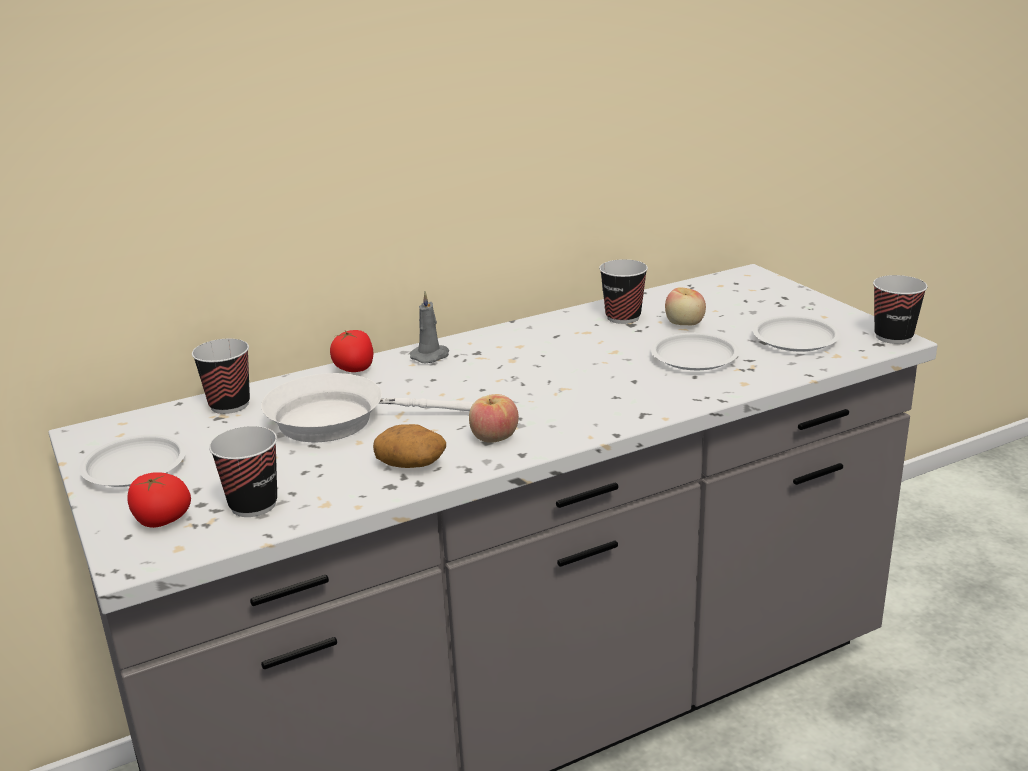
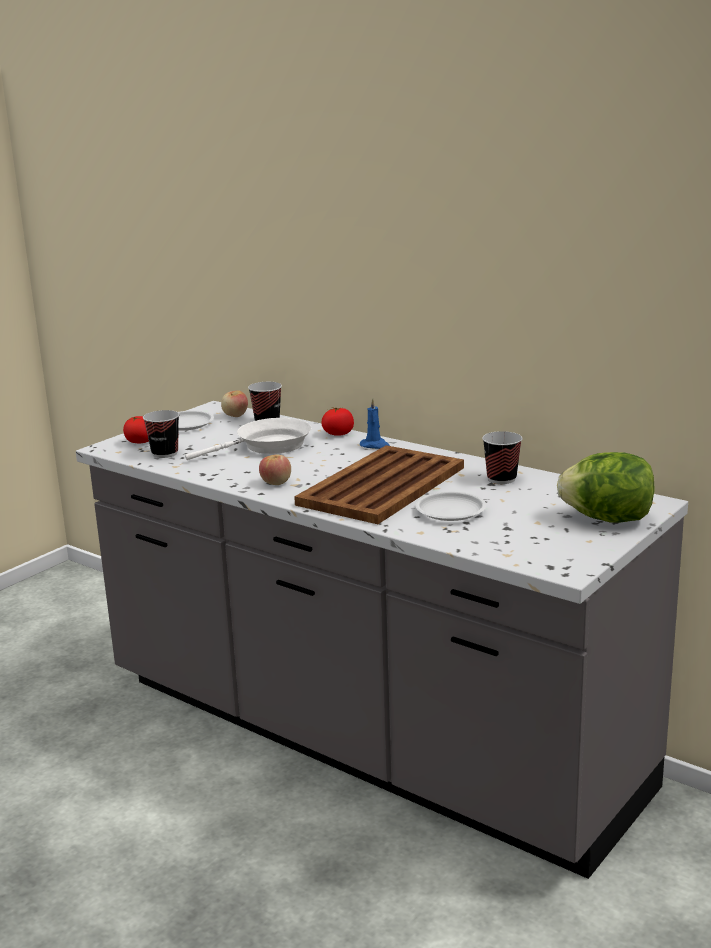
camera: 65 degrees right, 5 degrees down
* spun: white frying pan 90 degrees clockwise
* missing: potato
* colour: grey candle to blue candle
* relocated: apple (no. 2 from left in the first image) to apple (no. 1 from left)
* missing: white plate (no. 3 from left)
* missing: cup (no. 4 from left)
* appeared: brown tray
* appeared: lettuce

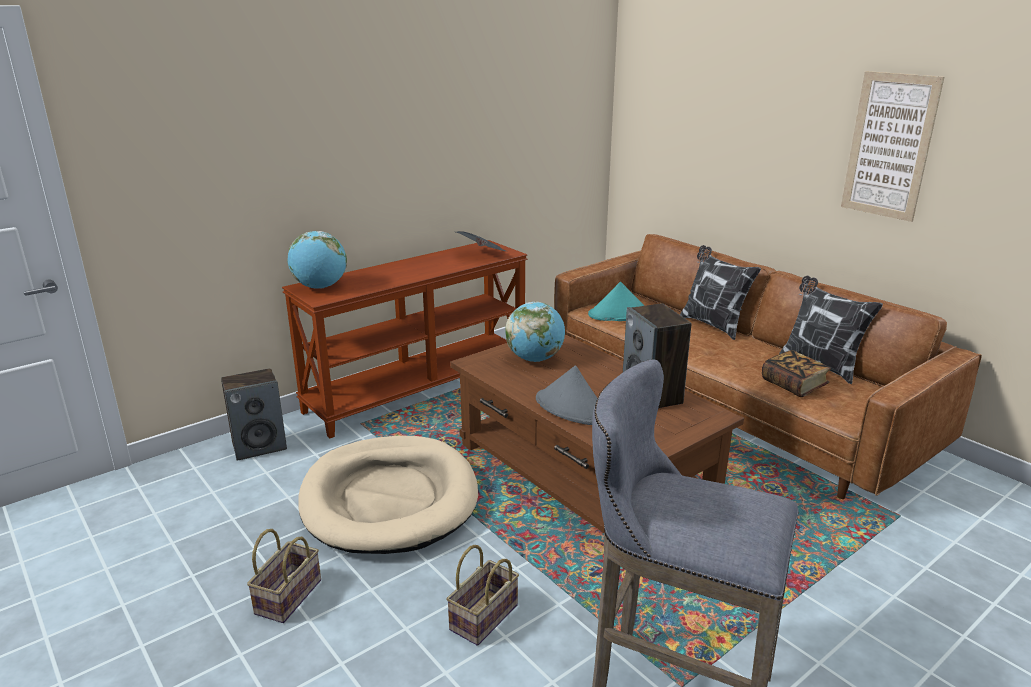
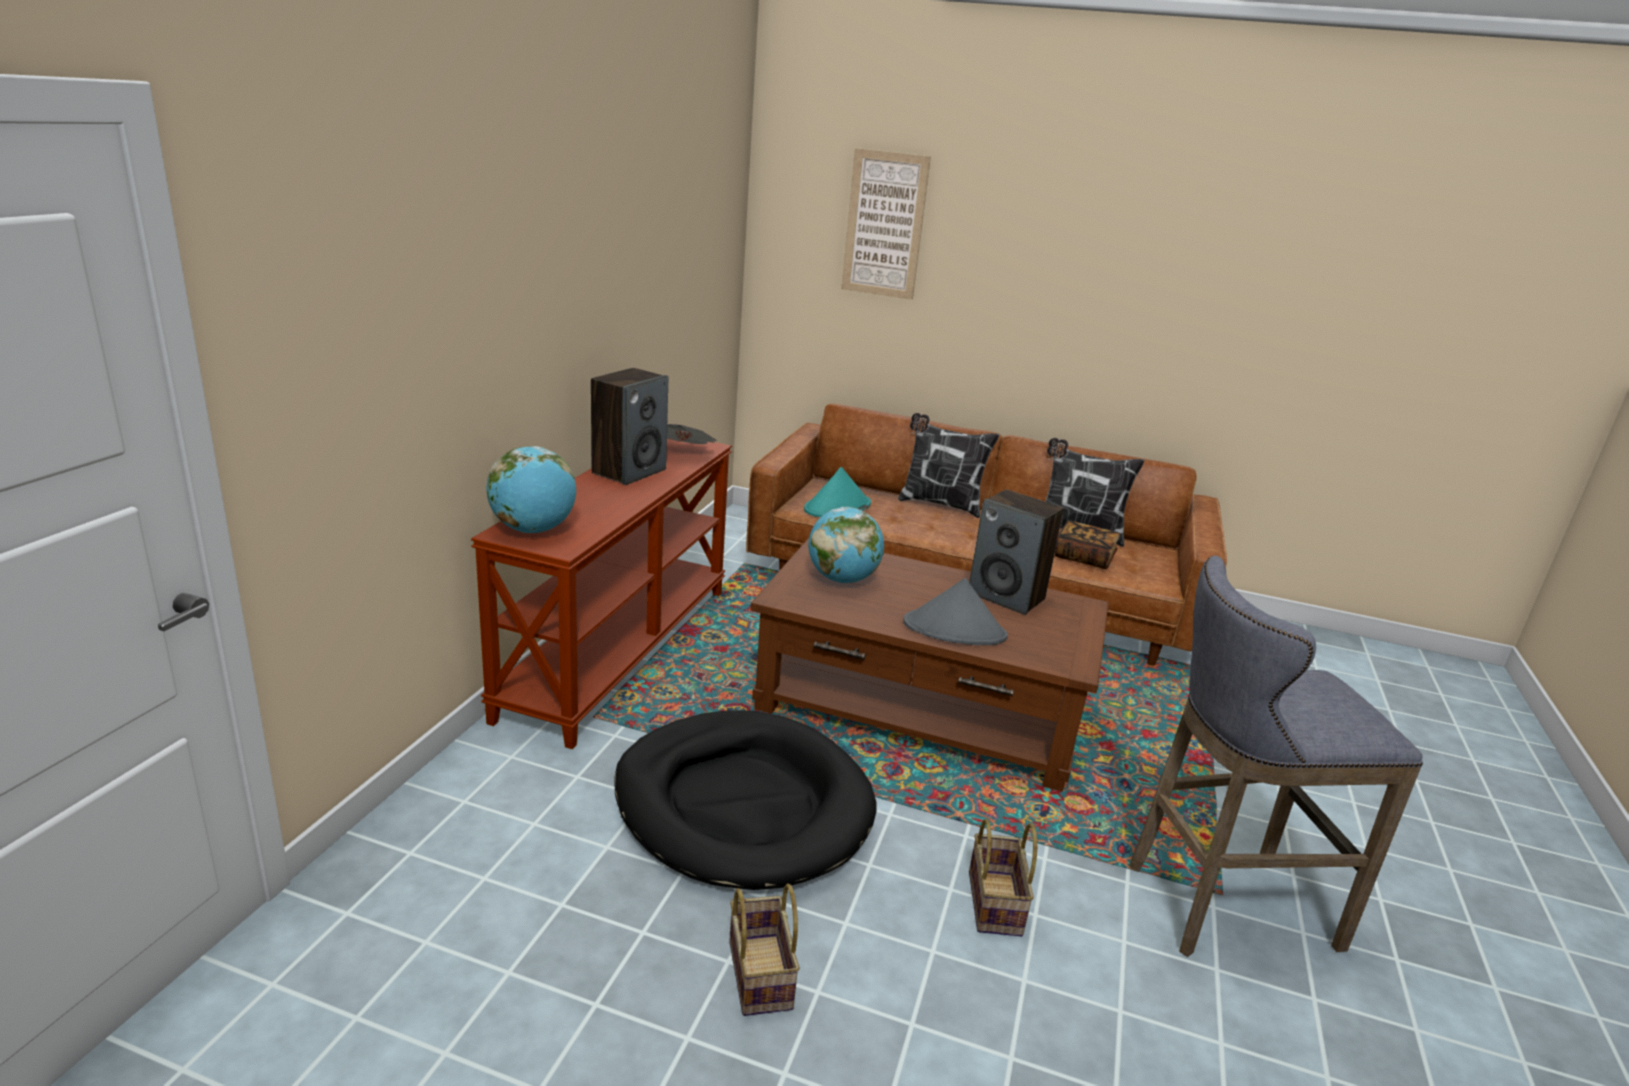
camera: 35 degrees left, 0 degrees up
* relocated: speaker (no. 1 from left)
* colour: beige dog bed to black dog bed
* relocated: picture

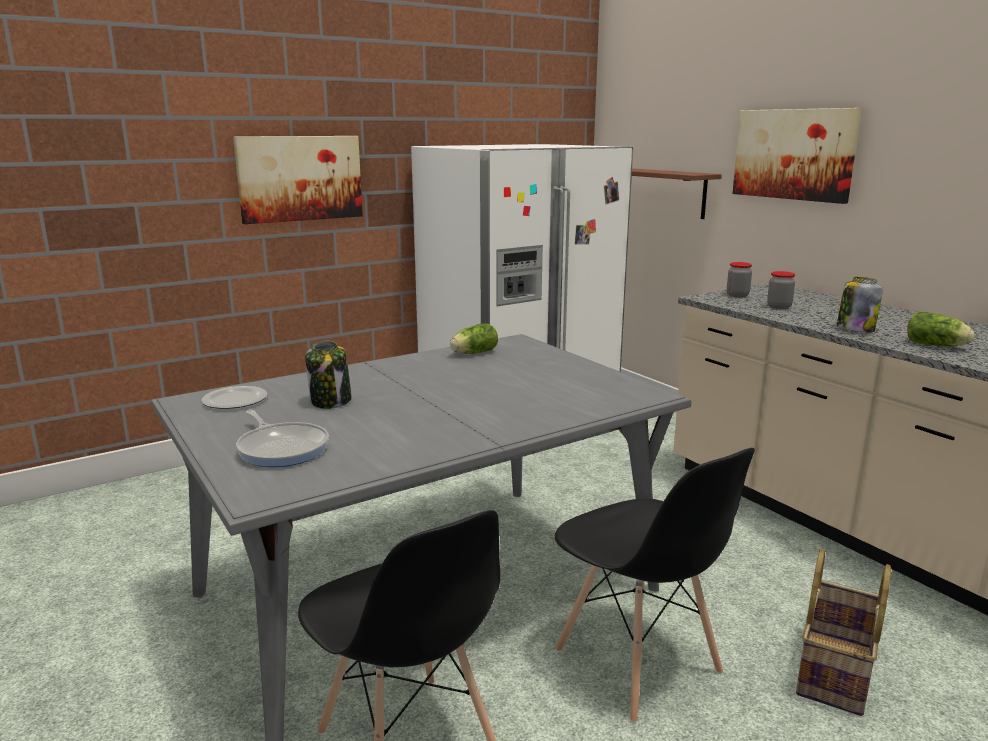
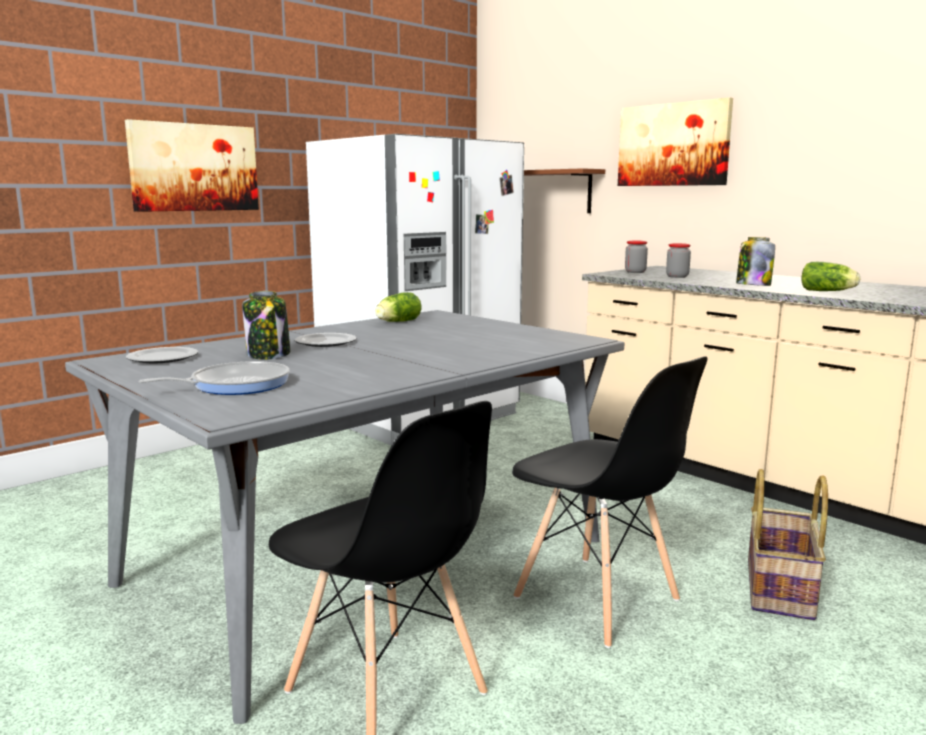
camera: 10 degrees left, 5 degrees down
* spun: frying pan 75 degrees counterclockwise
* appeared: plate (no. 2 from left)

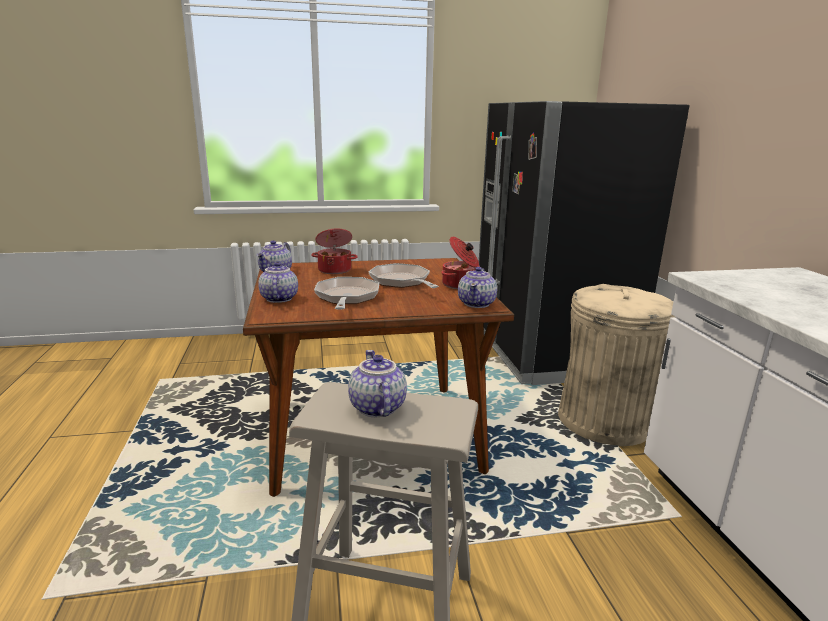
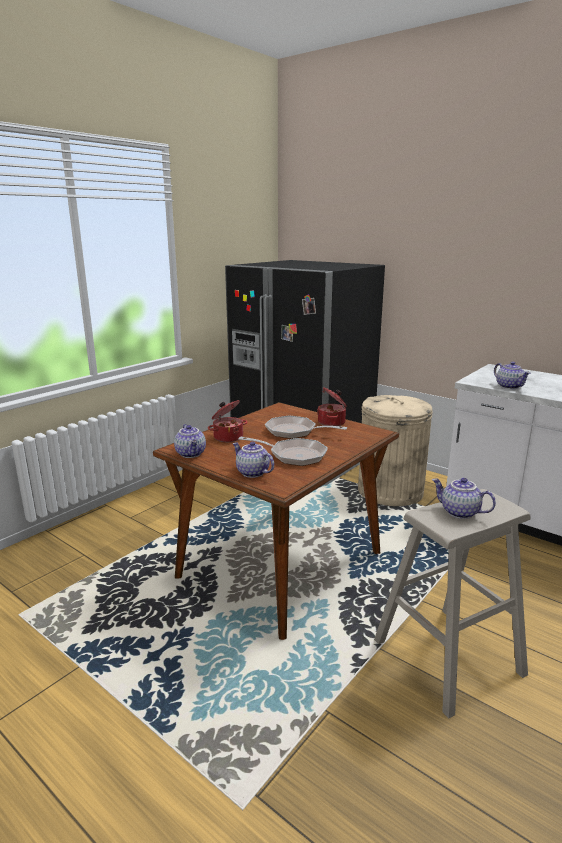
camera: 40 degrees left, 0 degrees up
* spun: frying pan (no. 1 from left) 150 degrees clockwise
* relocated: teapot (no. 4 from left)

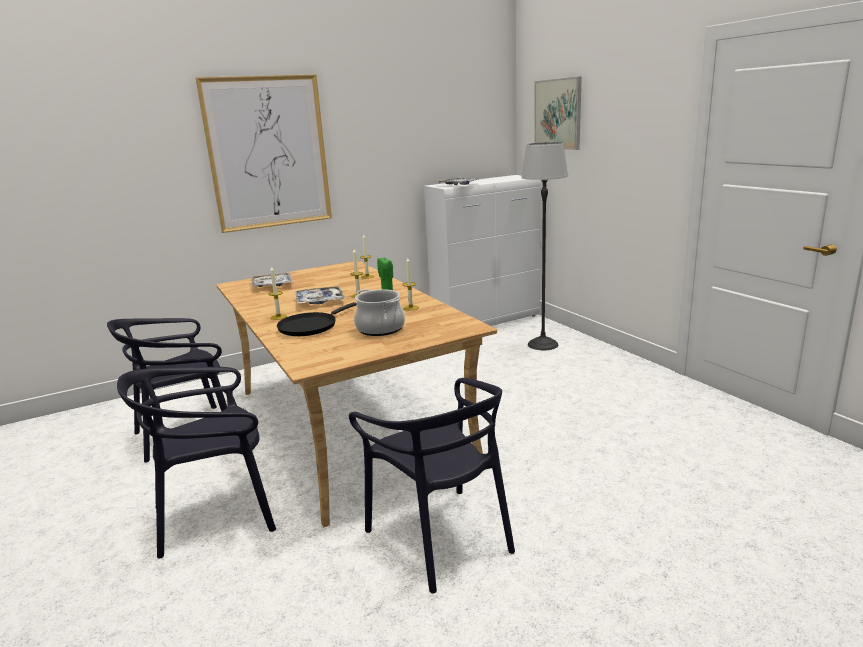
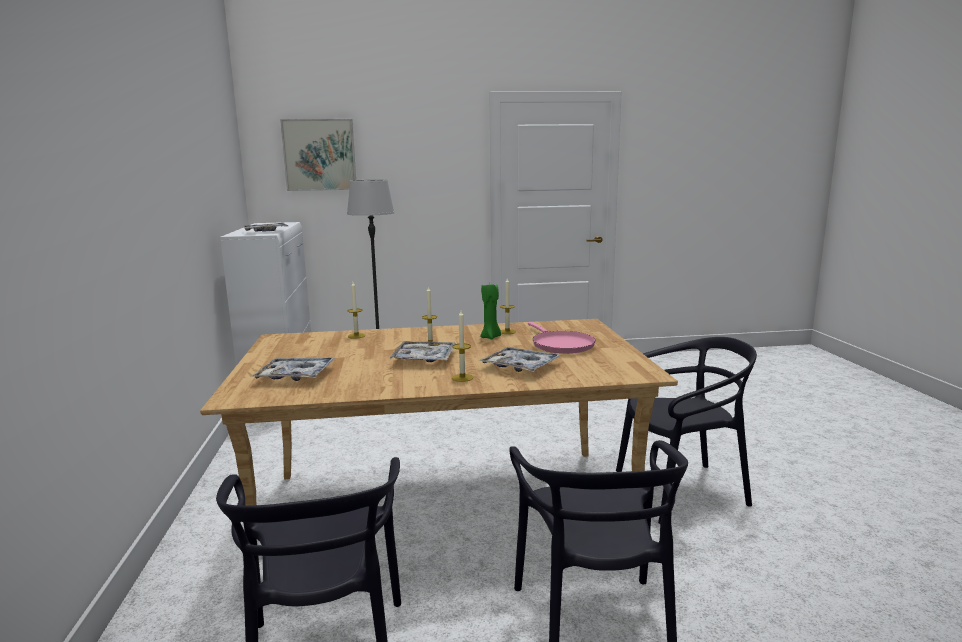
camera: 70 degrees left, 5 degrees down
* missing: picture (no. 1 from left)
* exchanged: black frying pan to tray (no. 4 from left)
* exchanged: cooking pot to pink frying pan

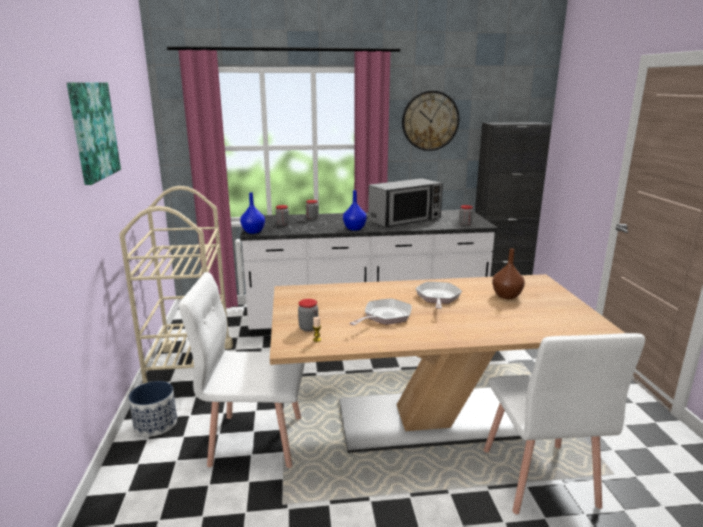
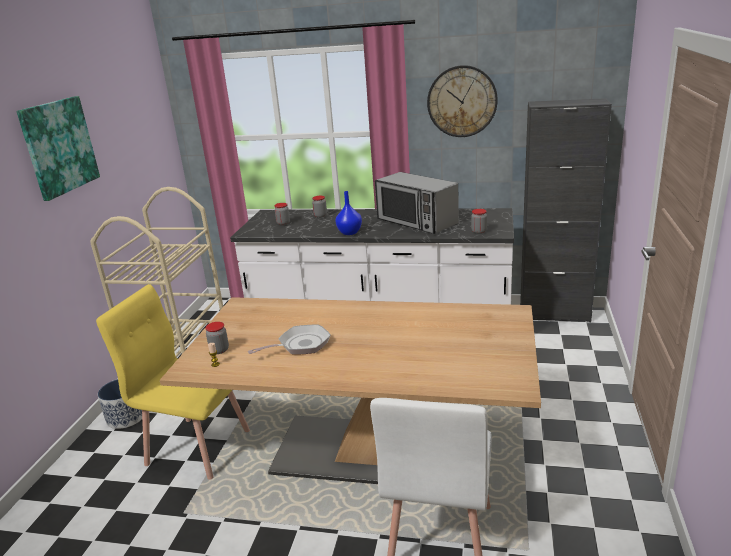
camera: 20 degrees right, 5 degrees up
* colour: white chair (no. 1 from left) to yellow chair
* missing: blue vase (no. 1 from left)
* spun: microwave 60 degrees clockwise
* missing: frying pan (no. 2 from left)
* missing: brown vase

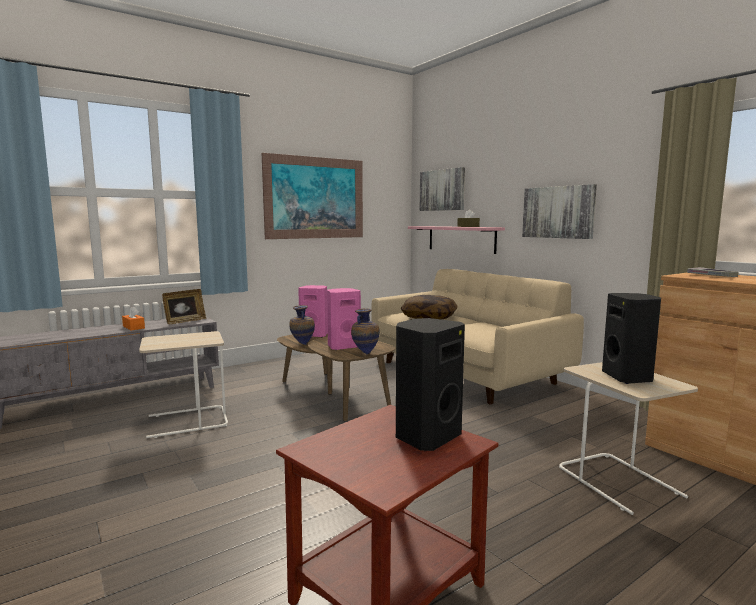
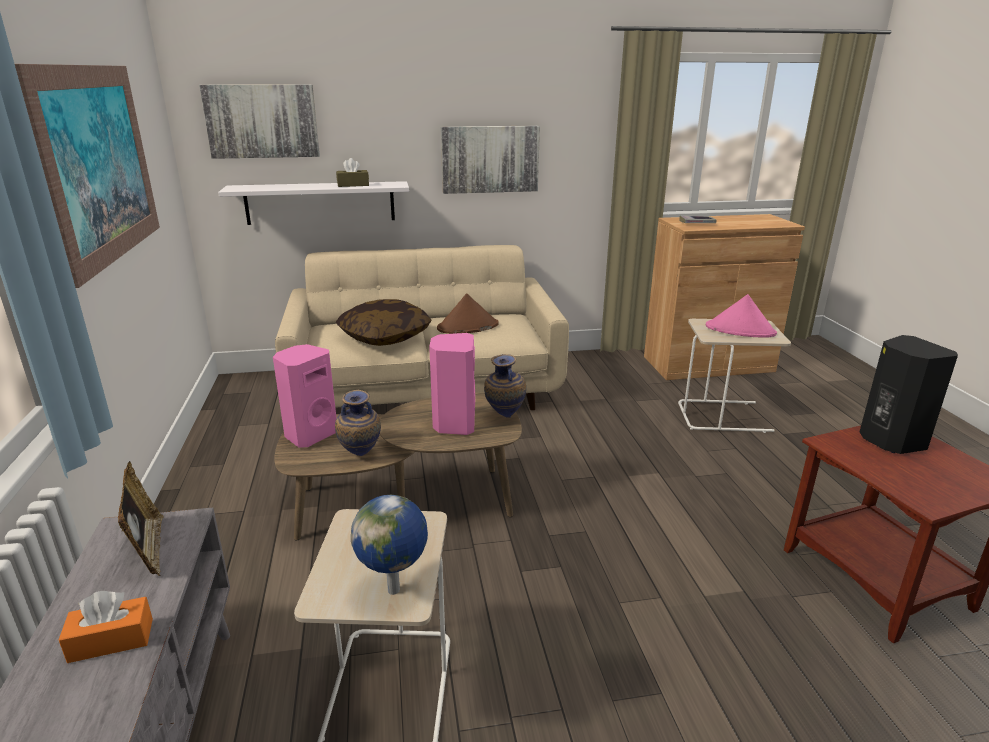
camera: 65 degrees left, 15 degrees up
* colour: pink shelf to white shelf
* exchanged: black speaker (no. 2 from left) to pink hat
* appeared: globe
* appeared: brown hat

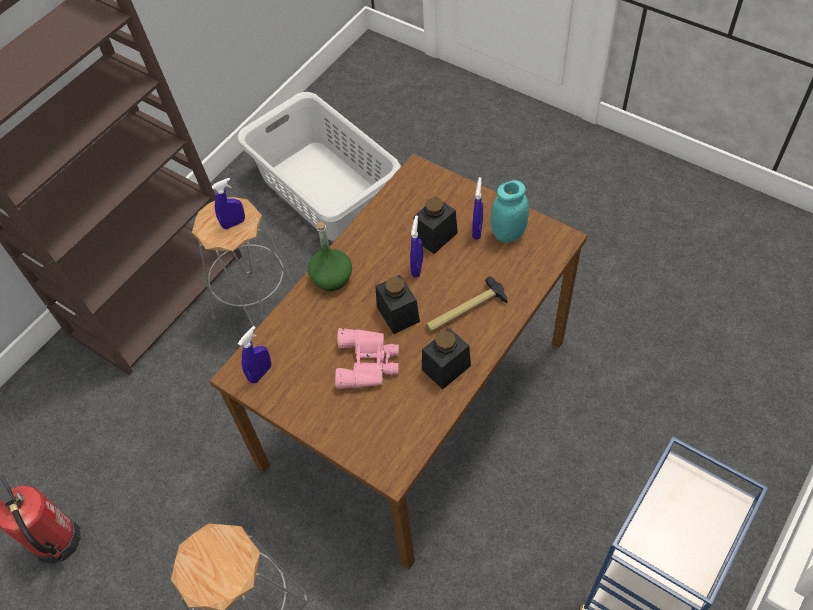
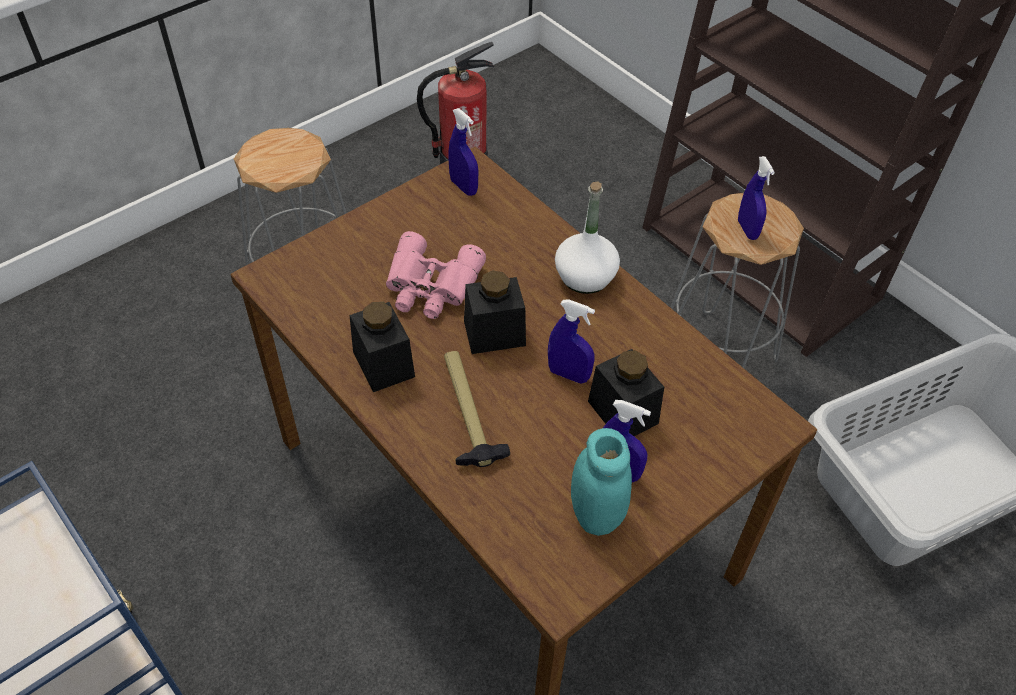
camera: 100 degrees right, 5 degrees down
* colour: green bottle to white bottle

